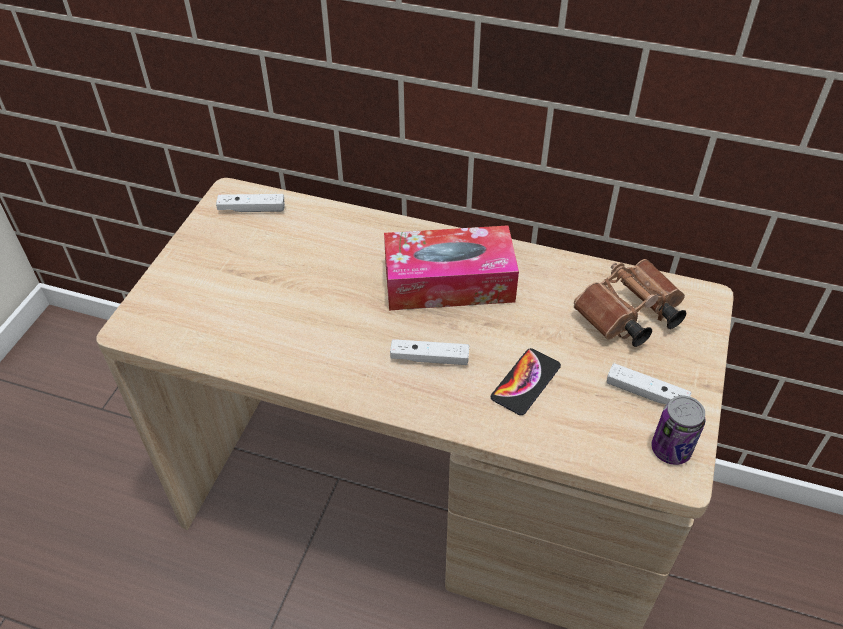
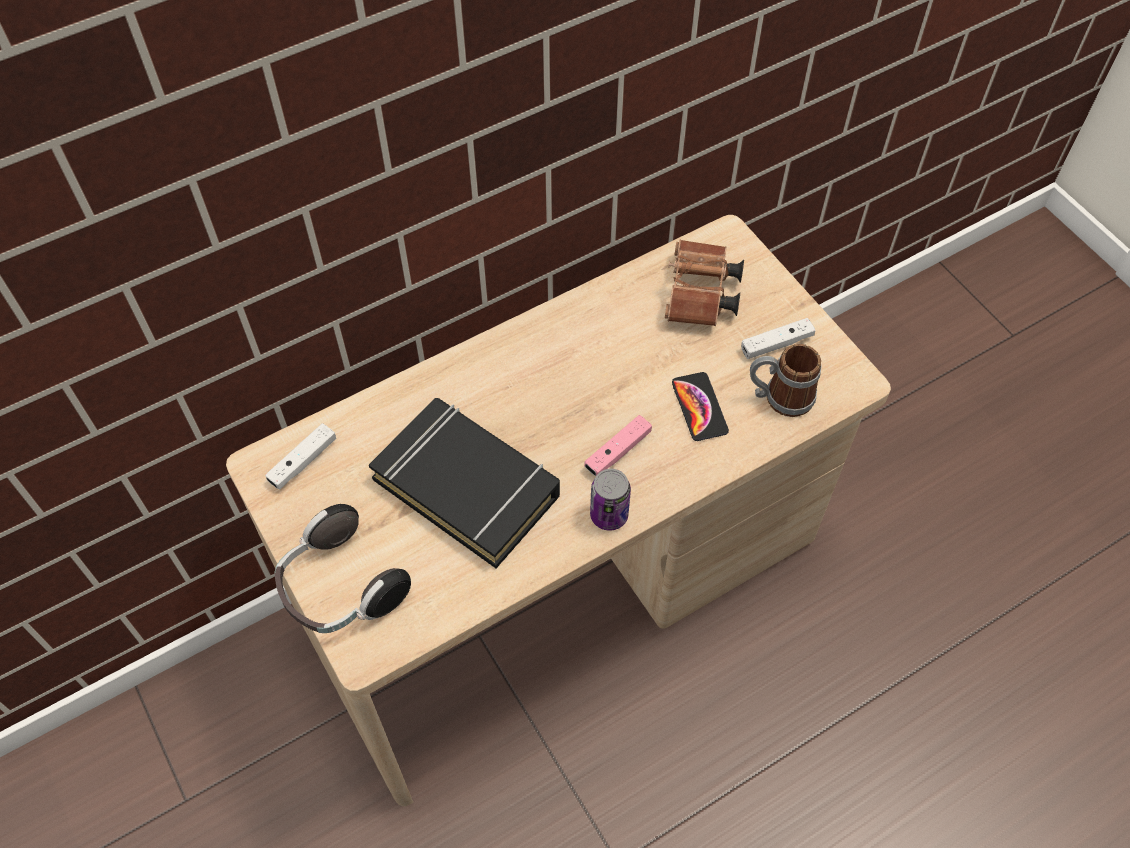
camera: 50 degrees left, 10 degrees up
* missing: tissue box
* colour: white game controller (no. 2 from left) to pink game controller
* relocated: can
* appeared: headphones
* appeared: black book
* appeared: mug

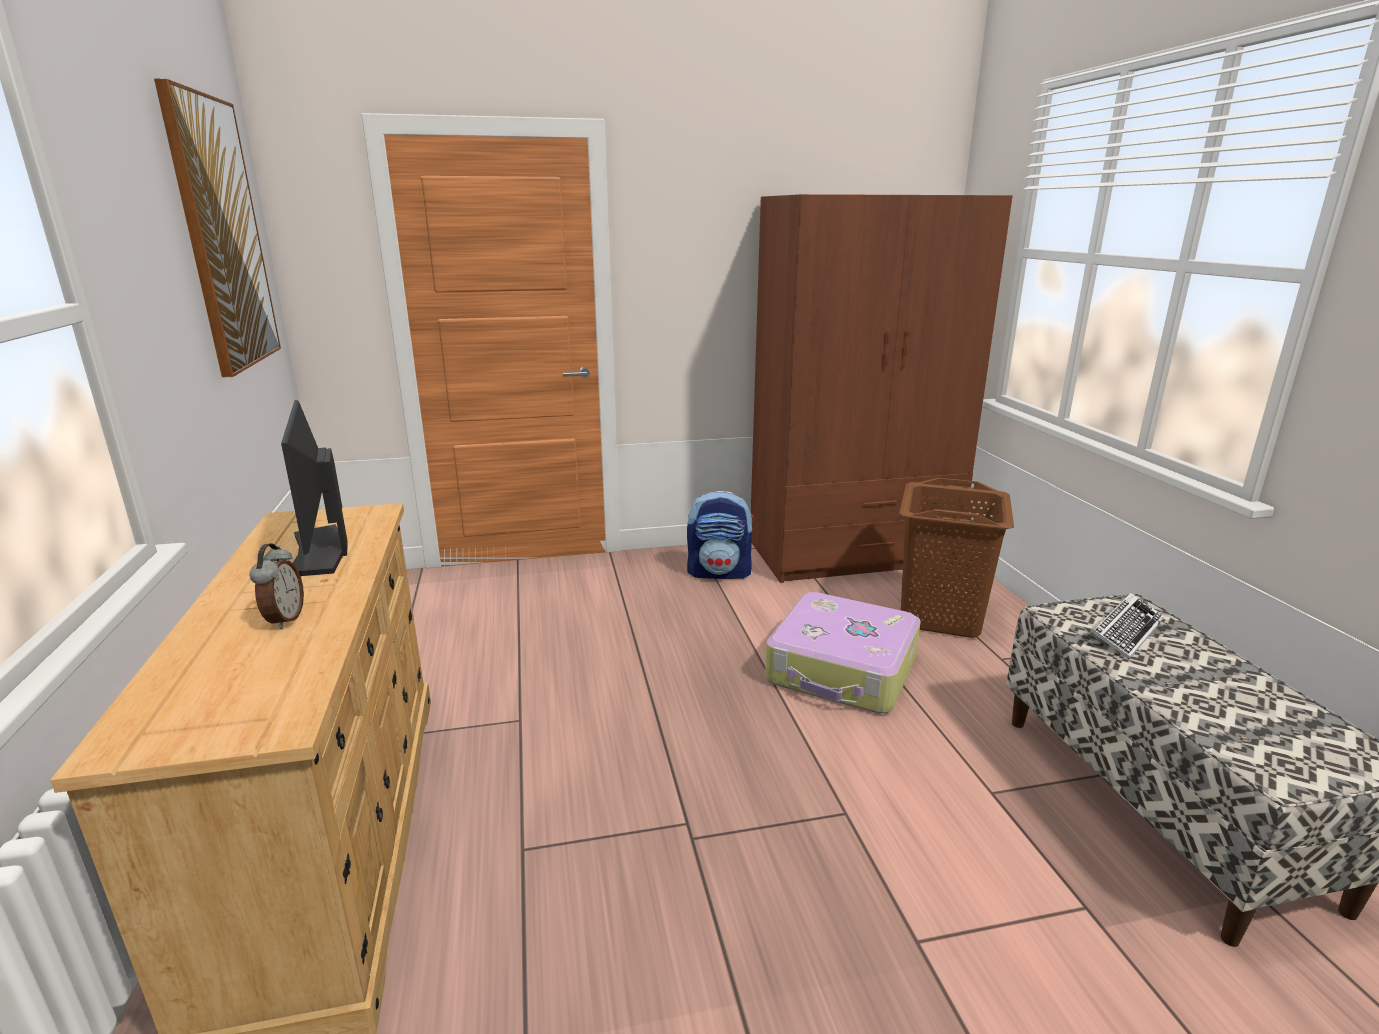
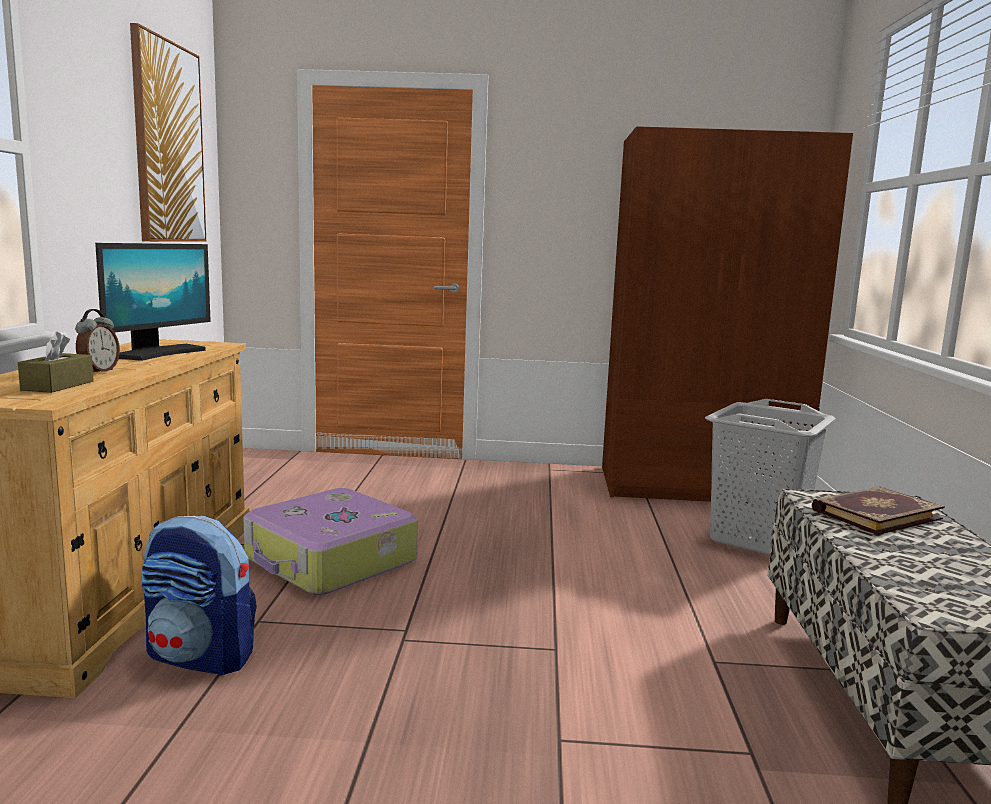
camera: 15 degrees right, 10 degrees down
* spun: monitor 150 degrees counterclockwise
* relocated: backpack
* relocated: suitcase
* colour: brown laundry basket to grey laundry basket
* exchanged: keyboard to book
* appeared: brown tissue box

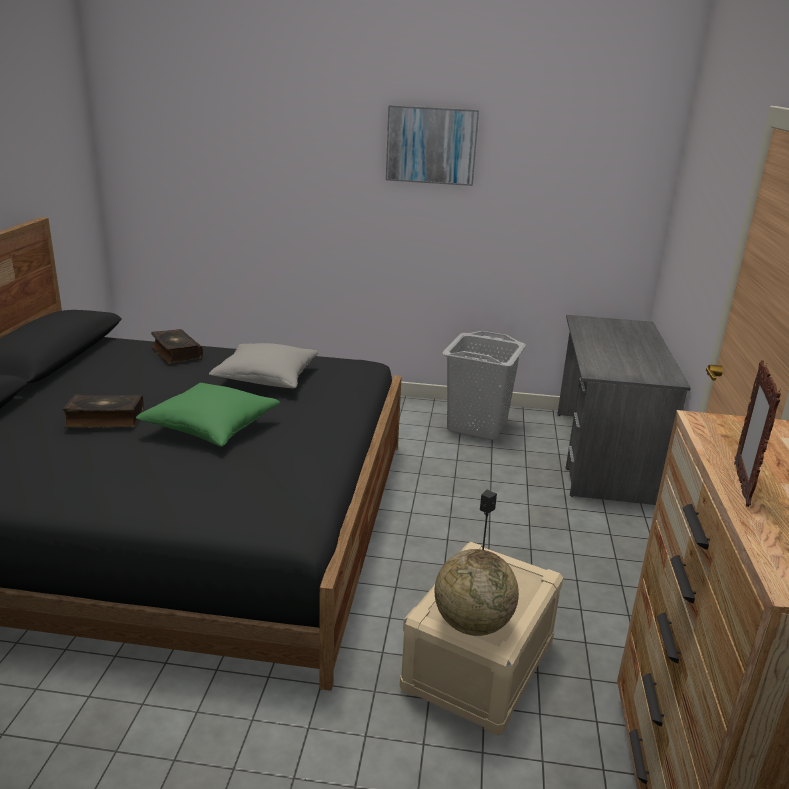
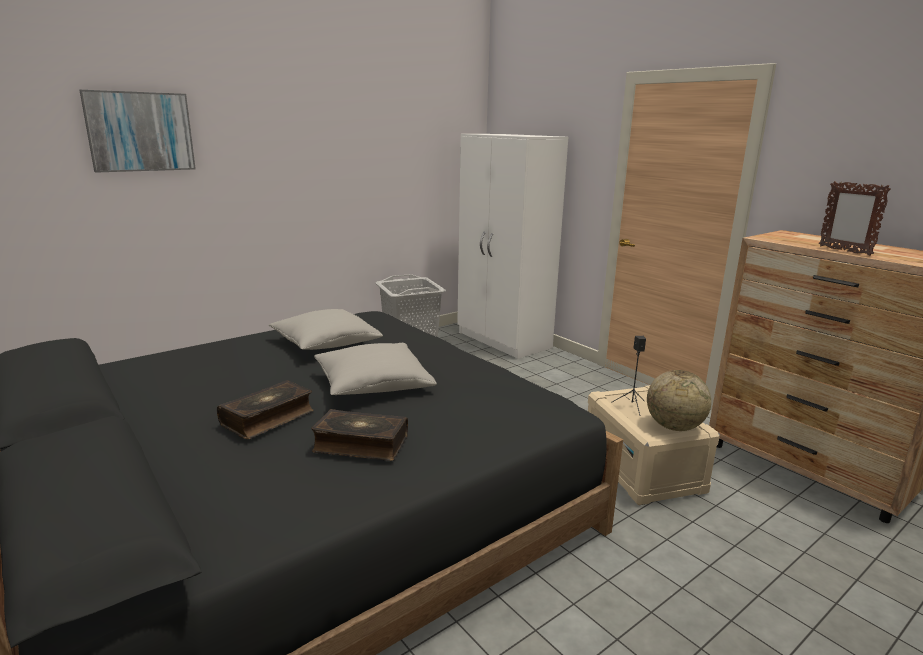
camera: 45 degrees left, 5 degrees down
* colour: green pillow to grey pillow (no. 2 from left)
* relocated: book (no. 2 from left)
* relocated: picture
* exchanged: grey desk to white wardrobe

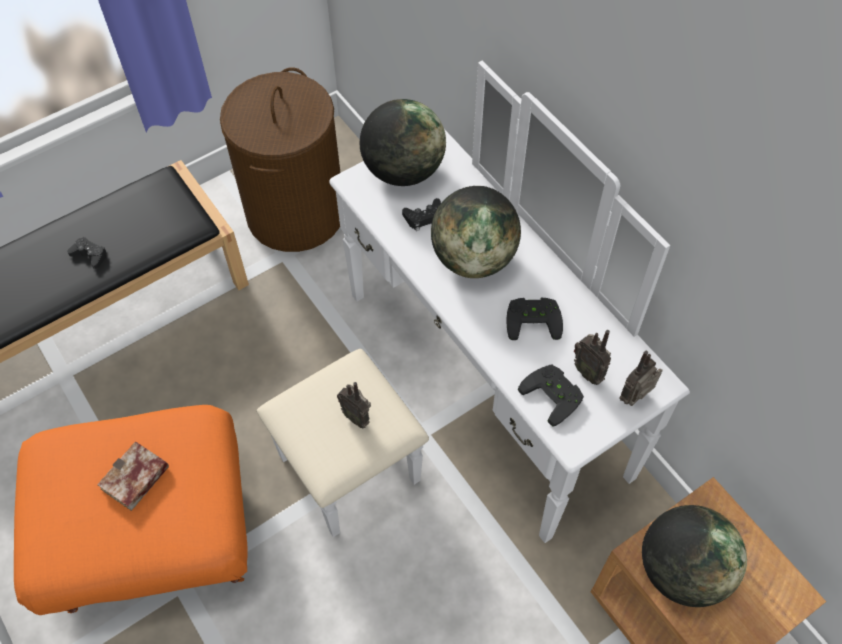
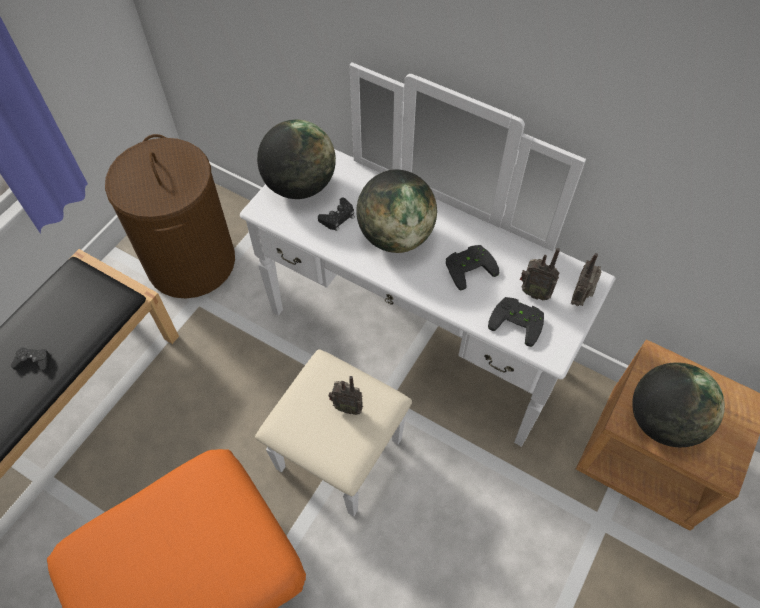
camera: 25 degrees left, 0 degrees up
* missing: book

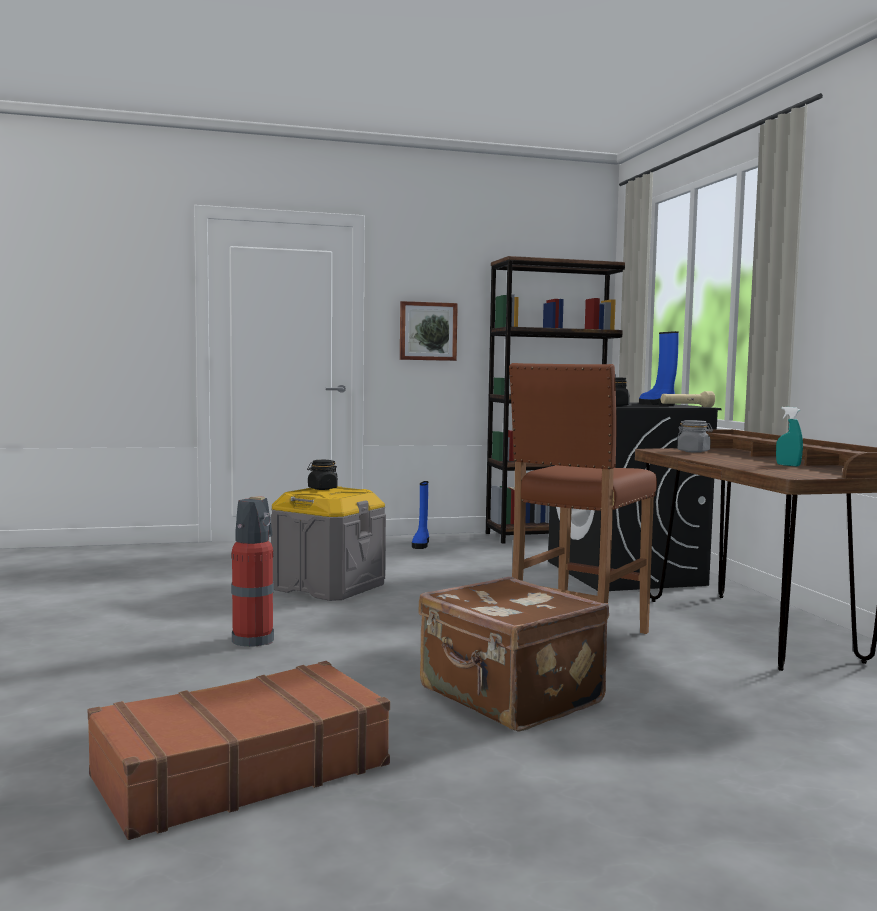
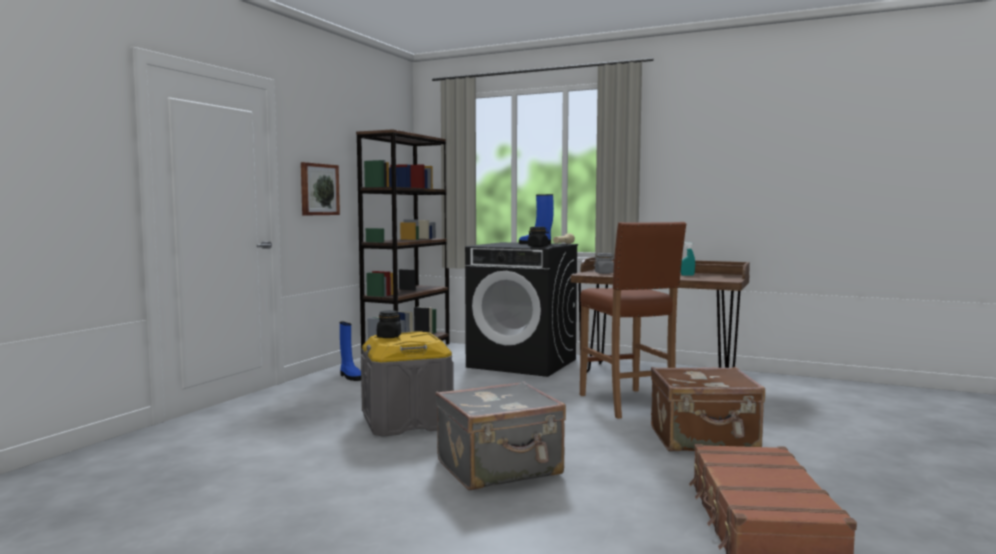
camera: 50 degrees left, 0 degrees up
* exchanged: fire extinguisher to grey suitcase

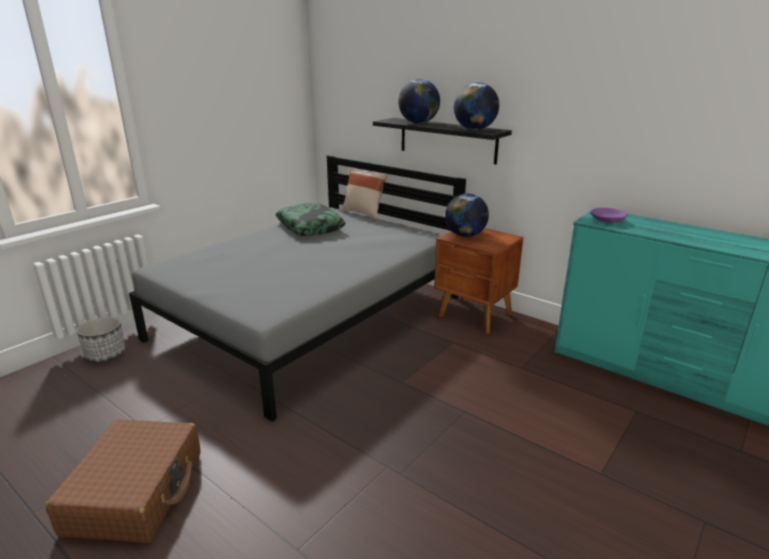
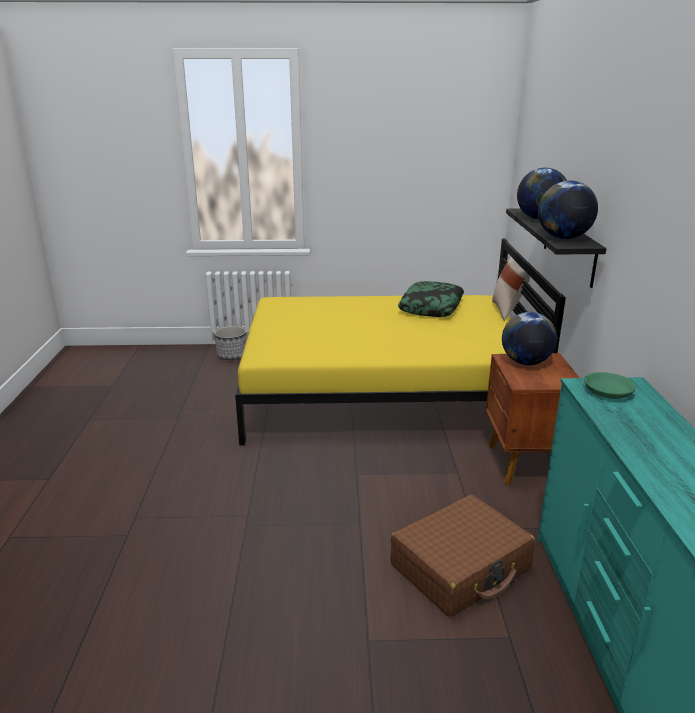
camera: 50 degrees right, 0 degrees up
* relocated: brown suitcase
* colour: grey bed to yellow bed
* colour: purple bowl to green bowl

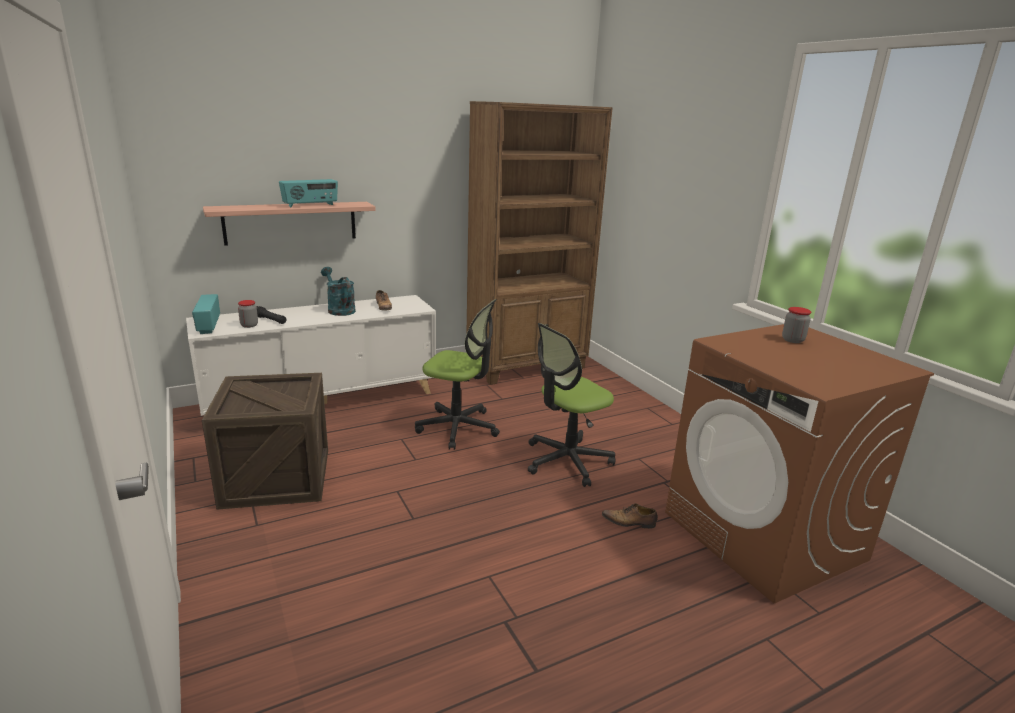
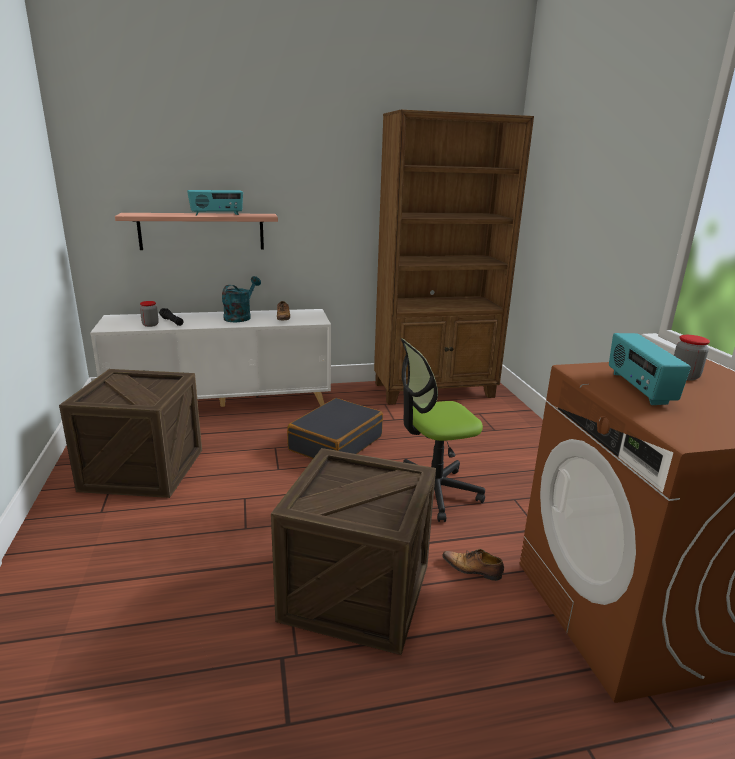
camera: 15 degrees right, 0 degrees up
* relocated: radio (no. 1 from left in the first image) to radio (no. 2 from left)
* spun: turquoise watering can 45 degrees clockwise
* exchanged: office chair (no. 1 from left) to black suitcase
* appeared: crate (no. 2 from left)

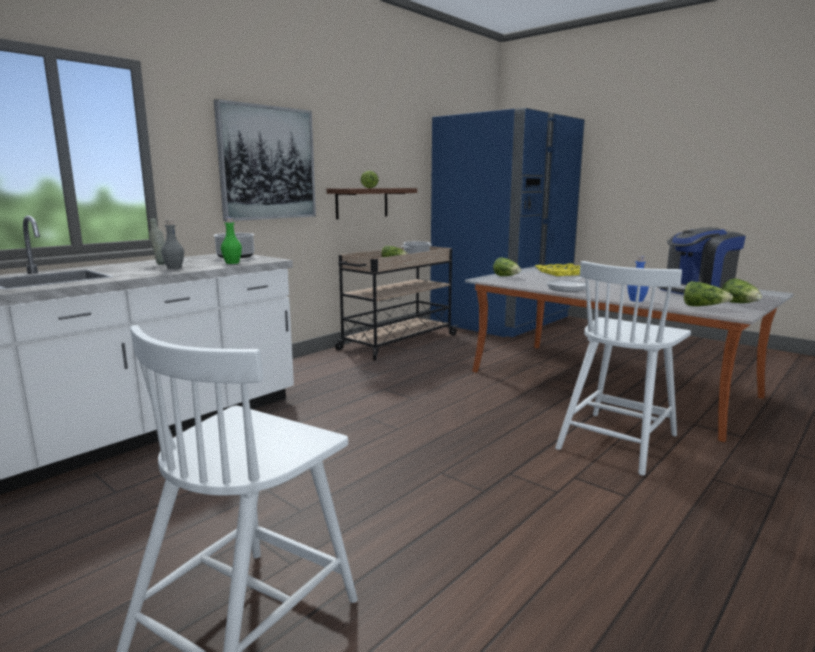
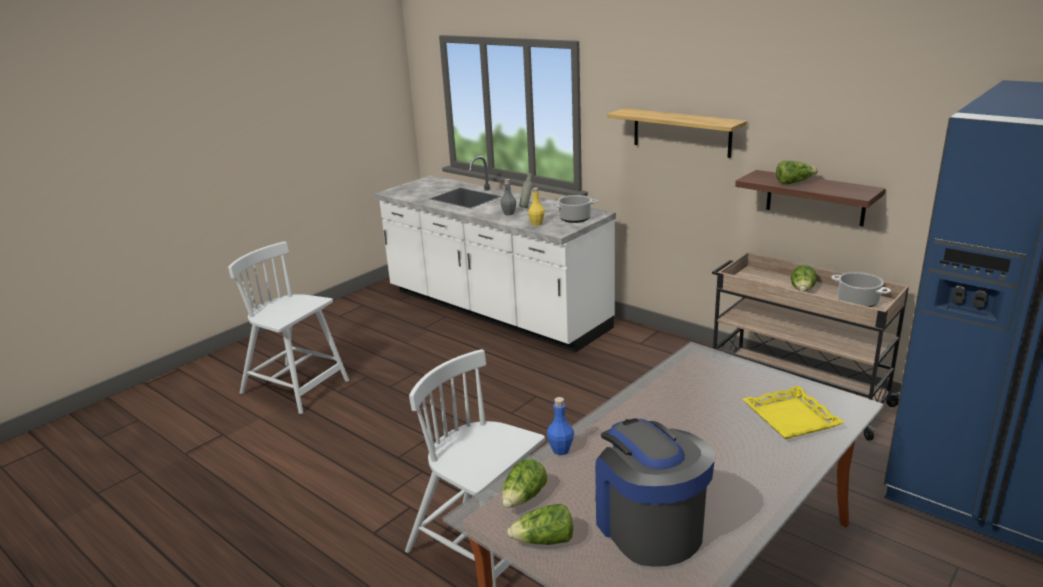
camera: 90 degrees right, 10 degrees up
* exchanged: picture to shelf (no. 1 from left)
* colour: green bottle to yellow bottle
* missing: lettuce (no. 3 from left)
* missing: frying pan

